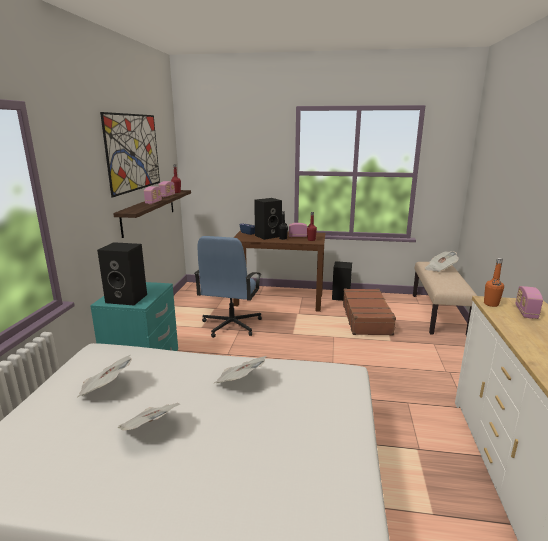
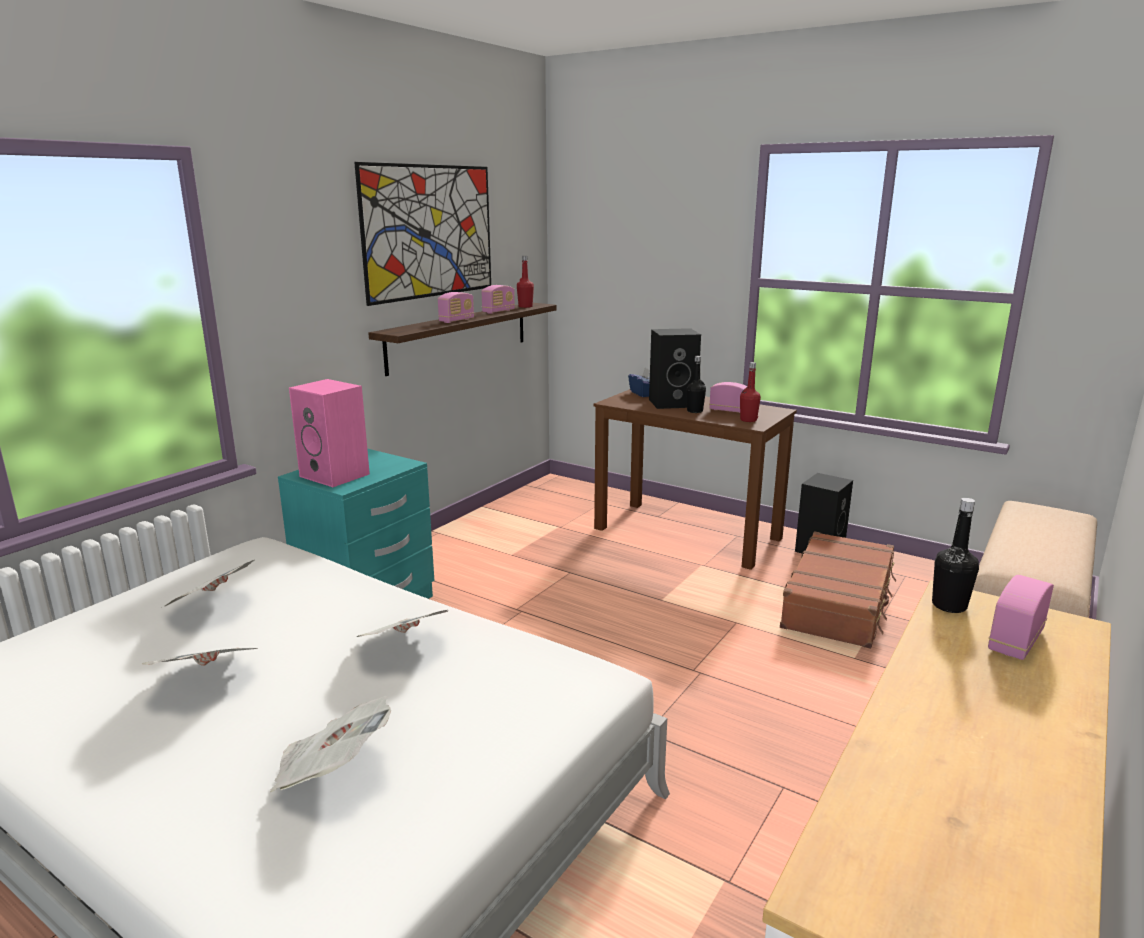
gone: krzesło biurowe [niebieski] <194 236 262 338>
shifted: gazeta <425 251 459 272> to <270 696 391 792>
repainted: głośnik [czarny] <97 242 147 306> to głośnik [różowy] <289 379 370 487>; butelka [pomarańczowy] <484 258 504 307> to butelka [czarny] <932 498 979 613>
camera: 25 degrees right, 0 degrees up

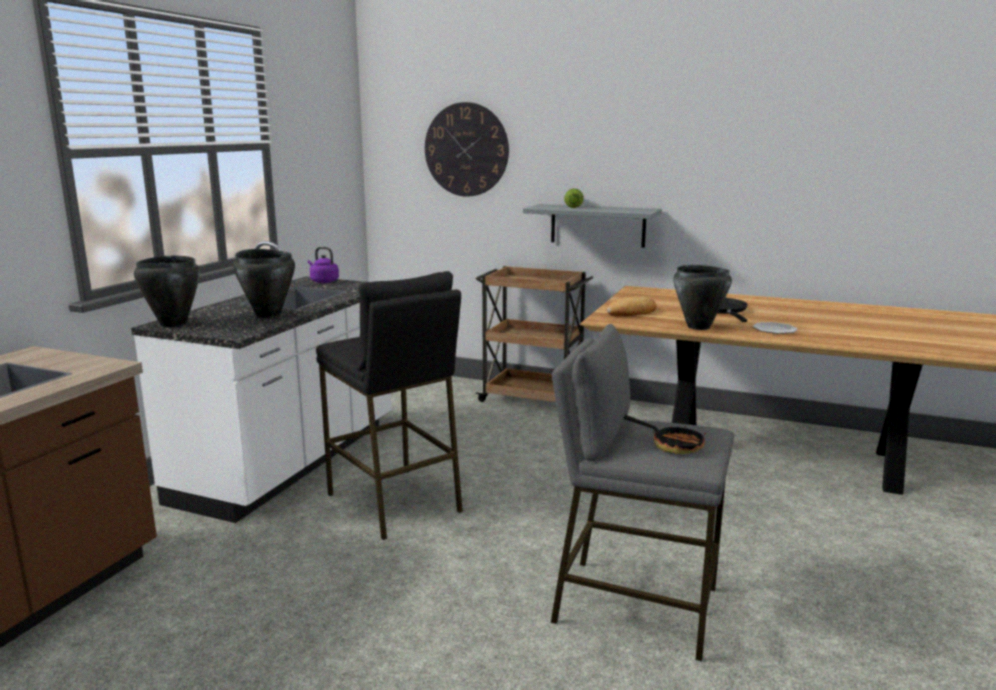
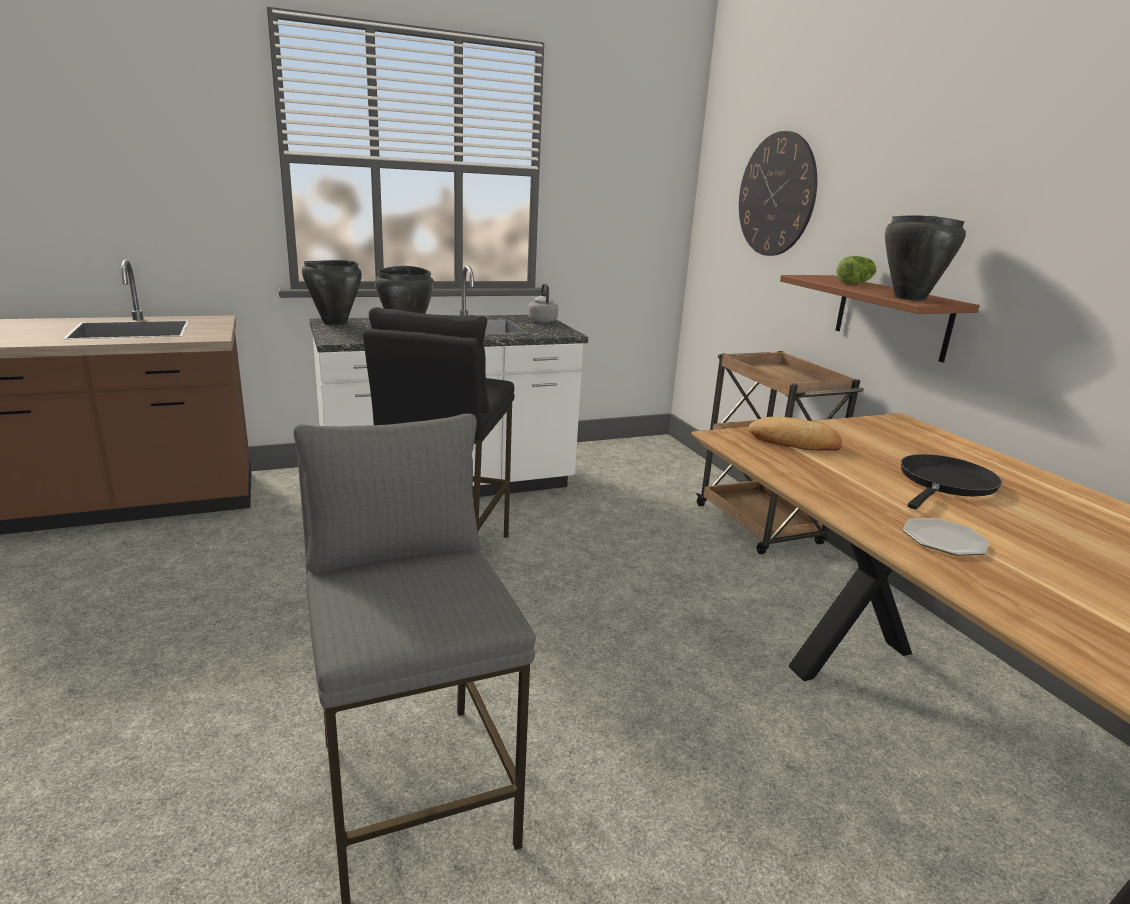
gone: patelnia <623 415 706 454>
shifted: garnek [czarny] <673 265 732 330> to <885 215 966 301>
repainted: czajnik [fioletowy] <308 247 339 283> to czajnik [szary] <528 283 558 323>; półka [szary] <523 204 662 248> to półka [brązowy] <780 275 980 363>
camera: 45 degrees right, 5 degrees up

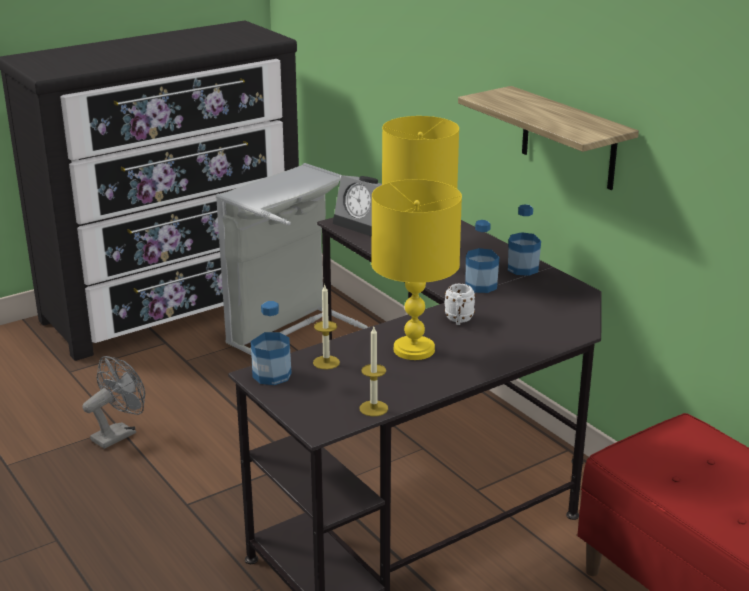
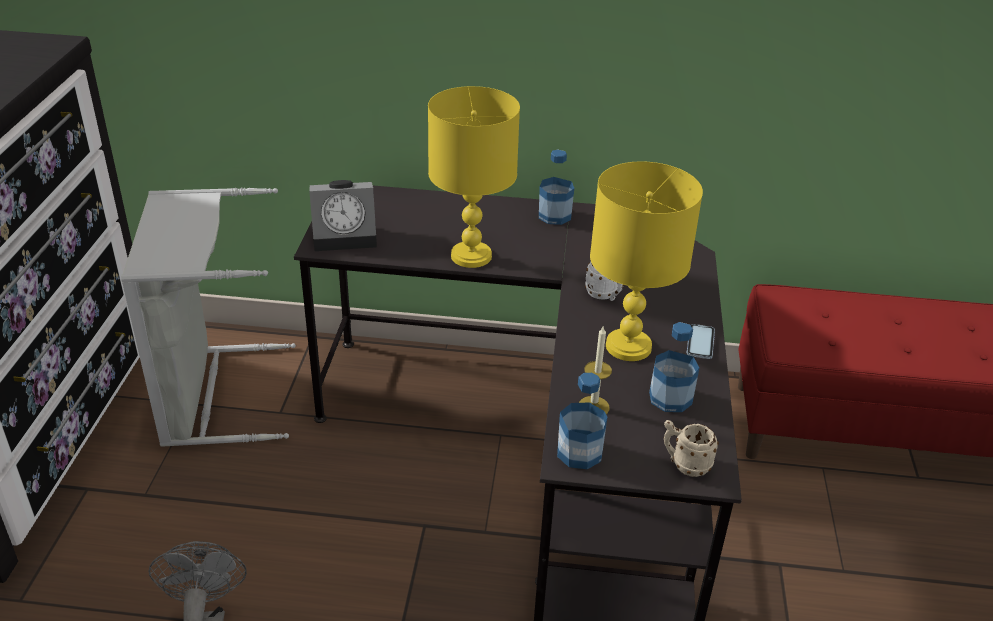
gone: świeca <360 327 388 416>; półka <458 86 639 190>
new: kubek [beżowy] <664 420 719 477>; telefon <687 324 715 359>
shifted: butelka <466 220 499 293> to <649 322 699 412>
camera: 50 degrees left, 10 degrees up

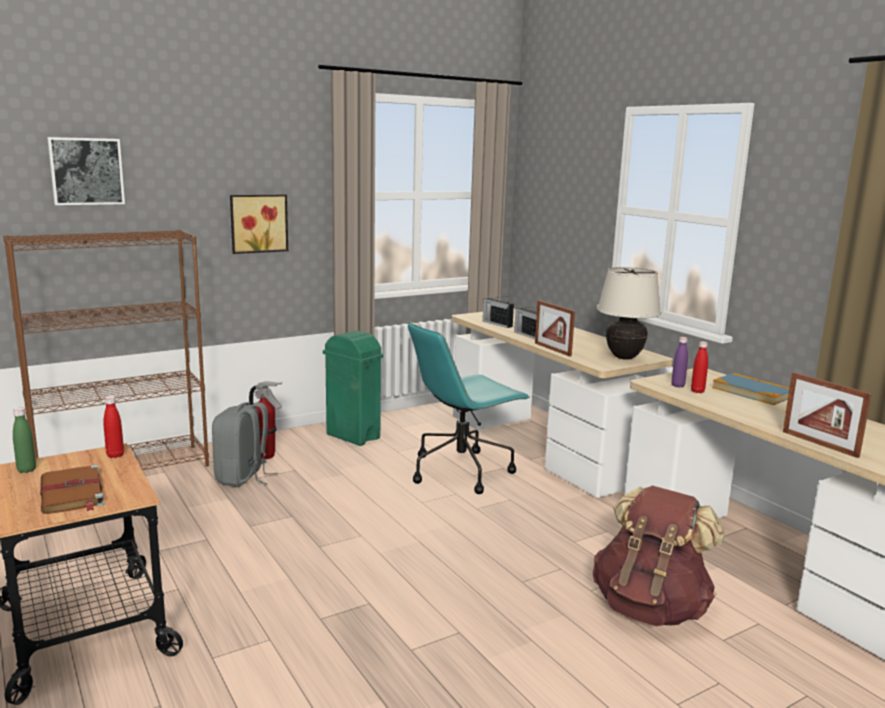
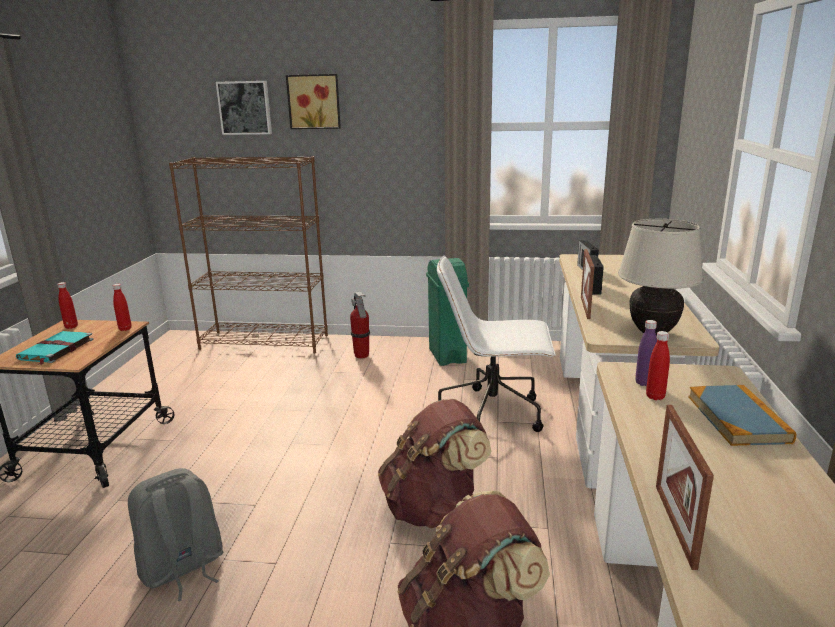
new: plecak [brązowy] <378 399 491 528>
shifted: plecak [szary] <212 402 278 487> to <128 468 224 601>; obraz <230 195 288 254> to <286 74 341 129>
repainted: butelka [zielony] <13 408 36 473> to butelka [czerwony] <57 282 78 329>; książka [brązowy] <40 465 105 514> to książka [turkusowy] <16 331 94 365>; krzesło biurowe [turkusowy] <408 322 530 494> to krzesło biurowe [biały] <437 256 556 432>
camera: 40 degrees right, 5 degrees up

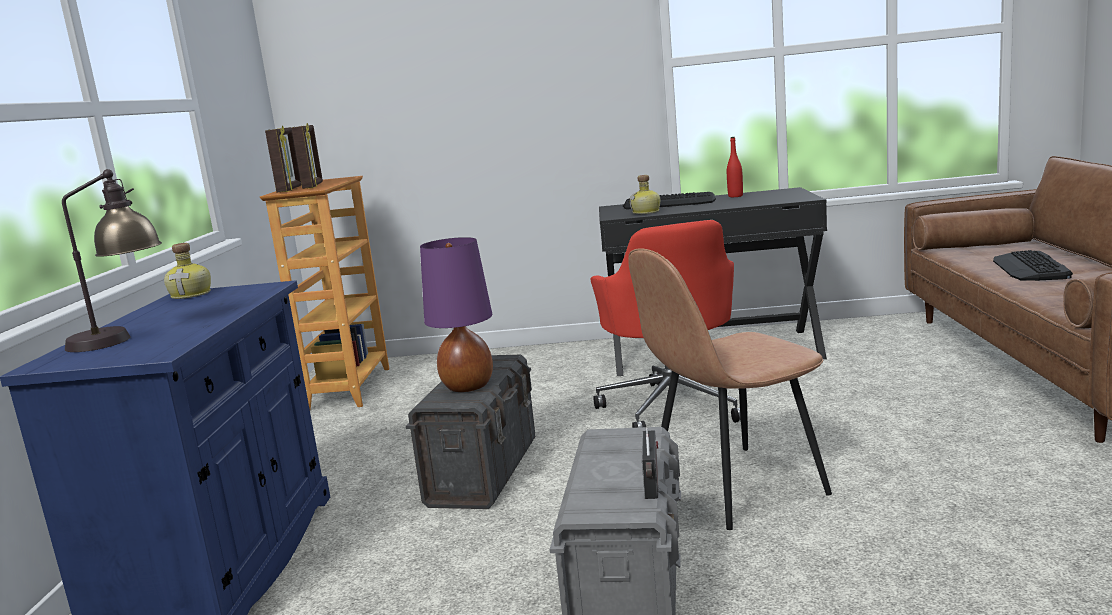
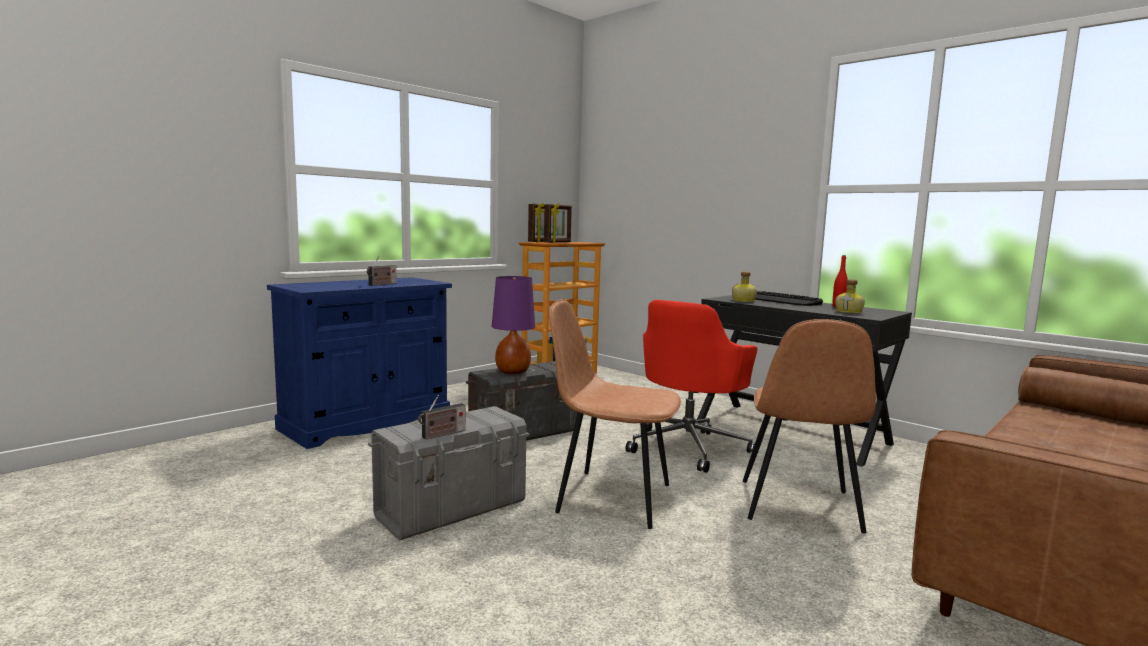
gone: lampa stołowa <62 169 162 352>; klawiatura <993 250 1073 281>
new: radio <367 256 396 286>; krzesło [brązowy] <743 319 876 533>
shifted: butelka <164 243 211 299> to <835 279 865 313>
camera: 40 degrees right, 5 degrees down

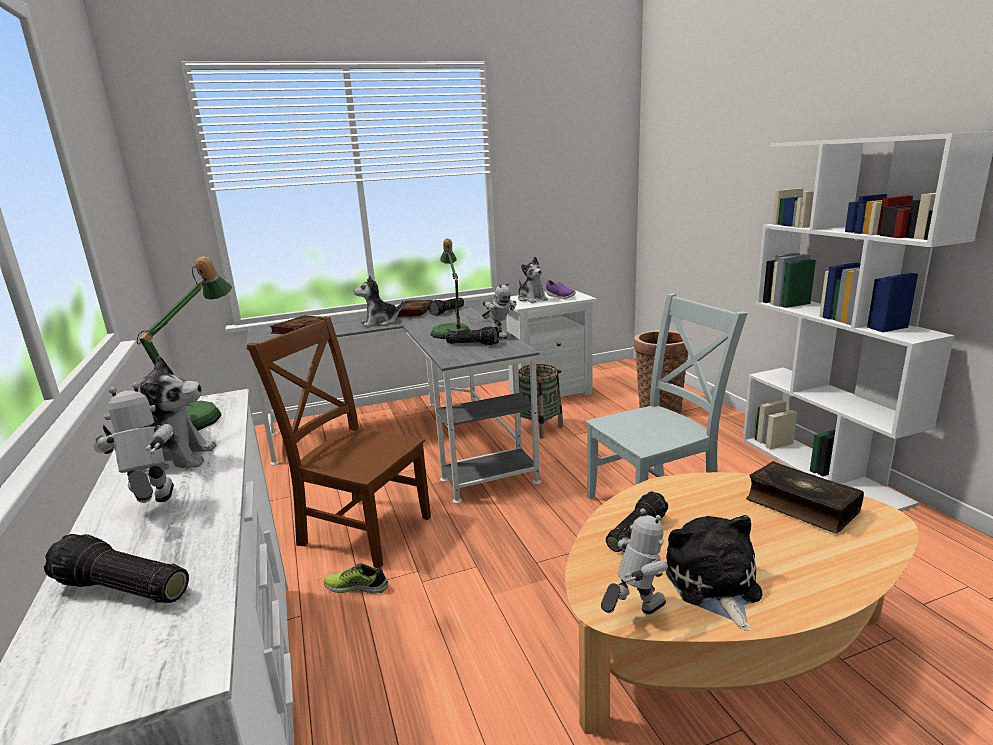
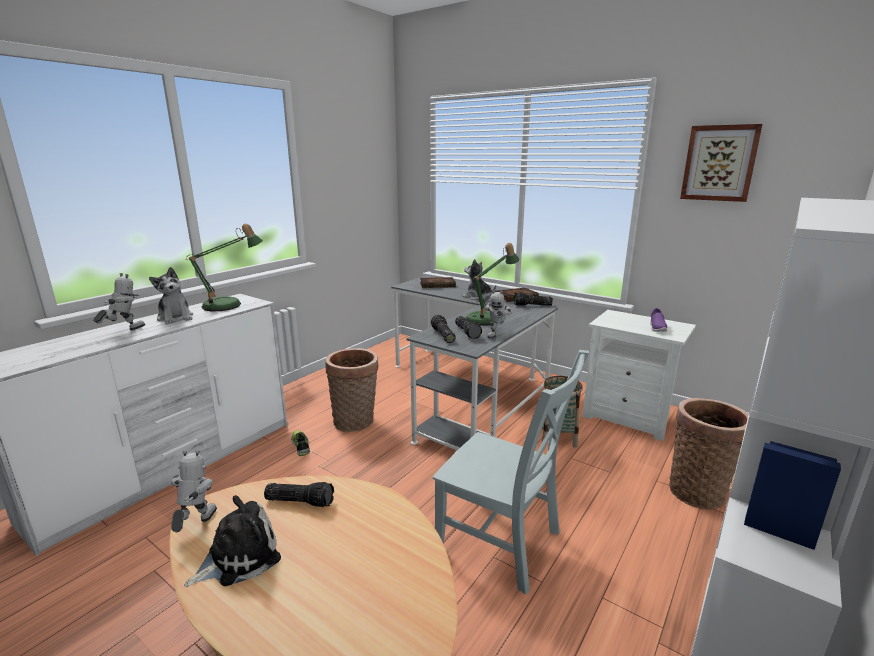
gone: pluszak <518 257 548 303>; książka <746 461 864 533>
new: obraz <680 124 763 202>
shifted: latarka <44 534 189 603> to <431 315 456 343>
swapped: krzesło [brązowy] <247 316 431 568> to koszyk <325 348 379 432>
rotated: robot zabawkowy <601 508 667 614> = <171 450 217 532> 105 degrees counterclockwise
camera: 55 degrees right, 0 degrees up

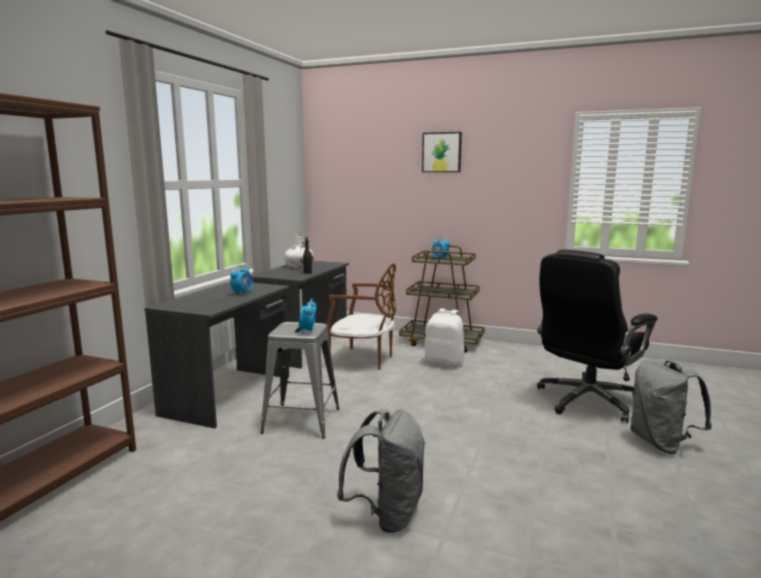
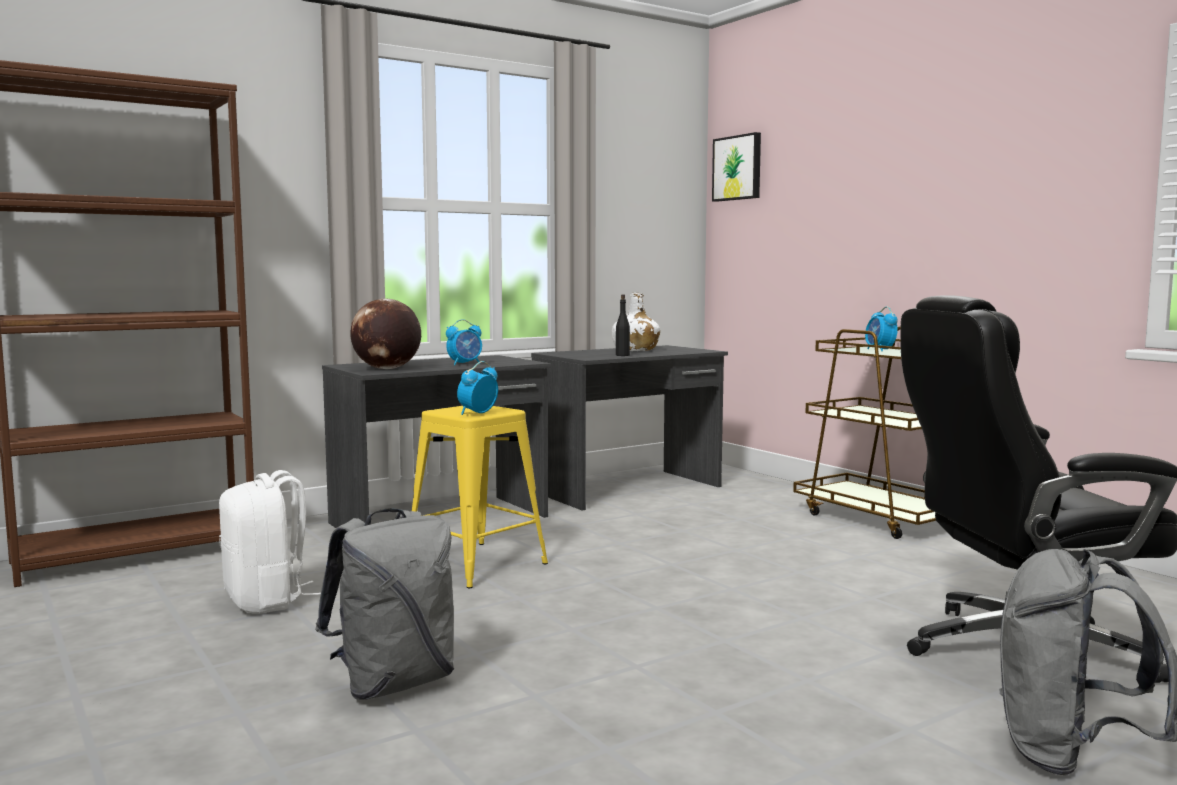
gone: krzesło [brązowy] <326 263 396 370>
new: globus <350 298 421 369>
shifted: obraz <422 132 462 172> to <712 132 761 202>; plecak [biały] <425 308 464 368> to <219 470 321 614>
repainted: stołek [szary] <260 322 340 439> to stołek [żółty] <412 406 548 588>
camera: 35 degrees right, 5 degrees down

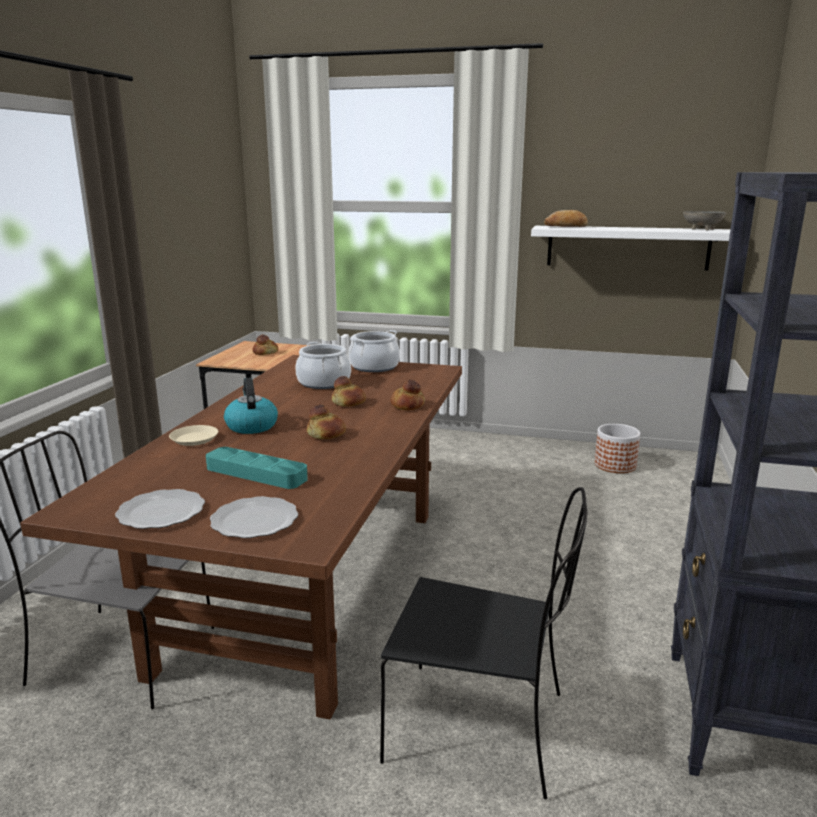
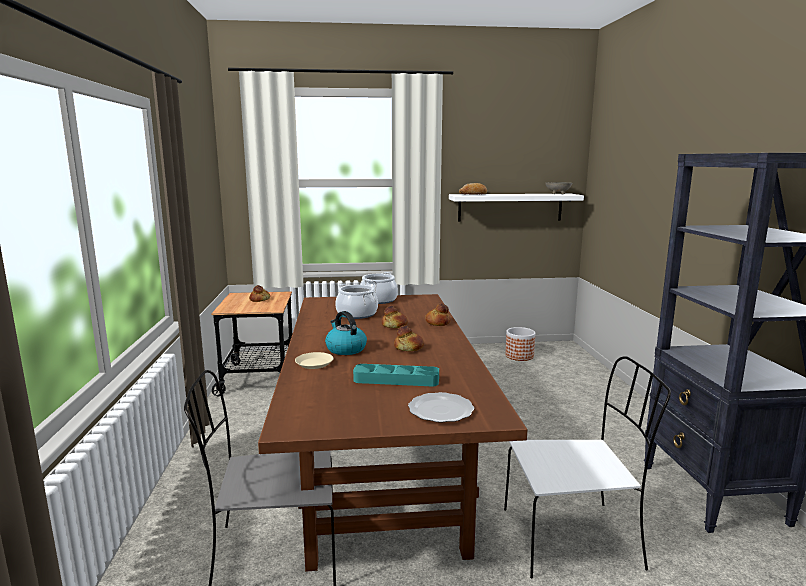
gone: talerz <115 489 205 529>
repainted: krzesło [czarny] <380 487 588 799> to krzesło [biały] <504 356 671 578>
camera: 20 degrees left, 5 degrees down

